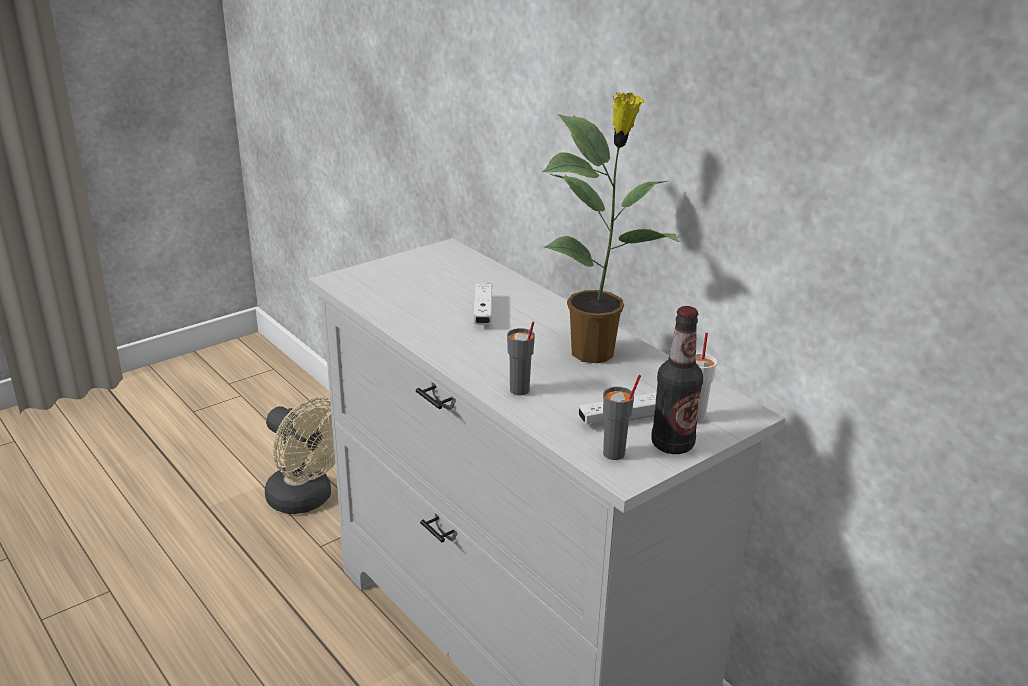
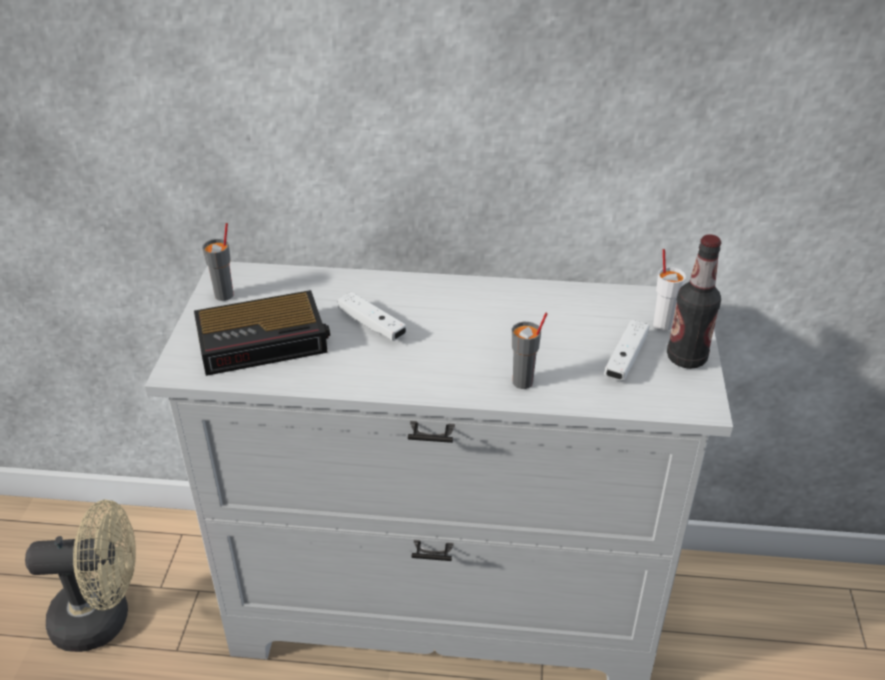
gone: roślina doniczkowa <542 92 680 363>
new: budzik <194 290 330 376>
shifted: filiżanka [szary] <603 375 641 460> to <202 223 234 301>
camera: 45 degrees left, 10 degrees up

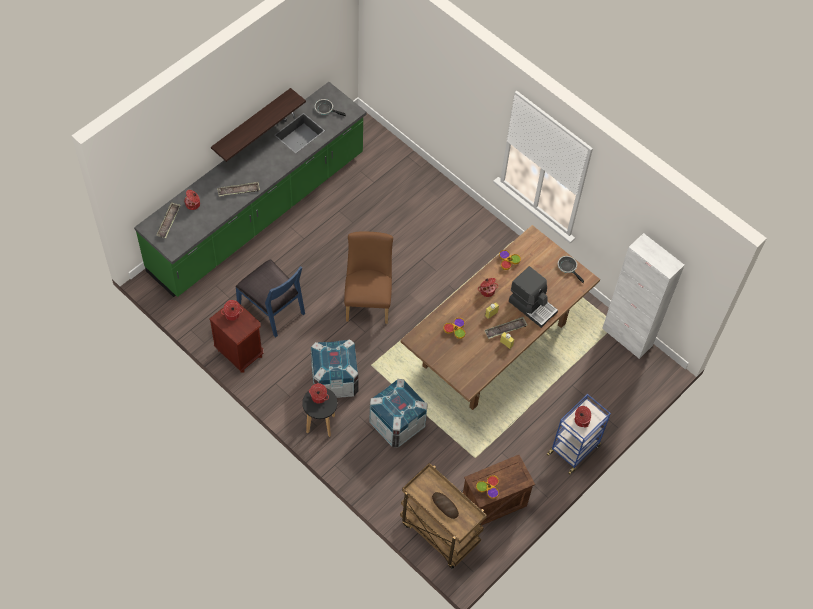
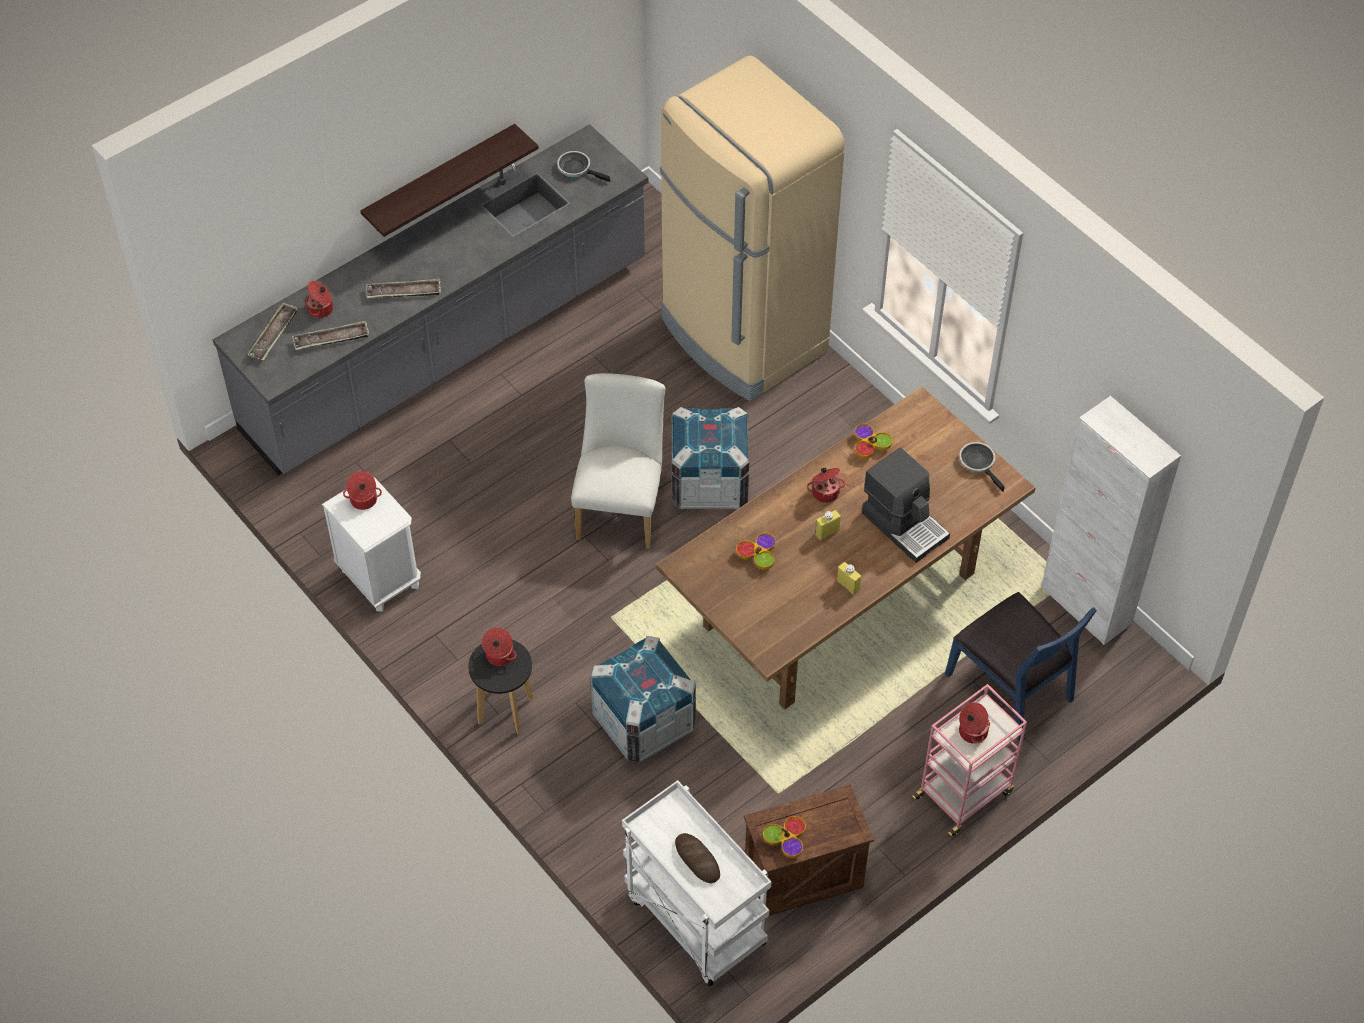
new: lodówka [beżowy] <660 56 845 401>
shifted: krzesło [niebieski] <235 259 305 337> to <945 592 1097 740>; skrzynka <311 339 359 398> to <671 407 749 509>; taca <484 317 527 339> to <292 320 369 350>
repainted: zabudowa kuchenna [zielony] <134 82 367 297> to zabudowa kuchenna [szary] <213 124 648 476>; szafka nocna [brązowy] <209 303 264 372> to szafka nocna [biały] <322 477 421 612>; krzesło [brązowy] <344 231 393 324> to krzesło [biały] <571 373 665 549>; wózek [brązowy] <400 463 487 569> to wózek [biały] <622 780 771 987>; wózek [niebieski] <547 394 611 474> to wózek [różowy] <911 684 1027 838>
camera: 10 degrees right, 5 degrees down

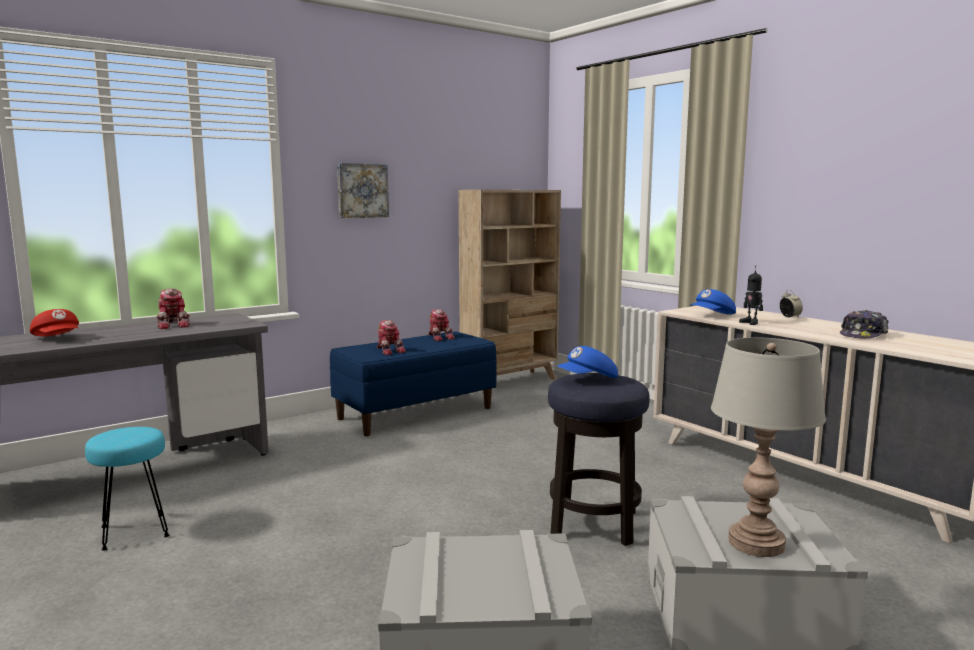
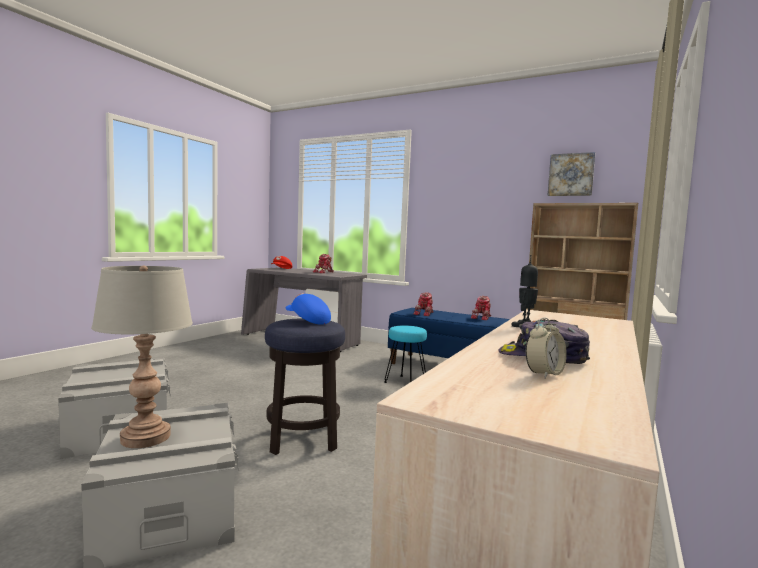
gone: czapka z daszkiem [niebieski] <690 289 736 315>
shifted: stołek [turkusowy] <85 427 170 550> to <384 325 427 383>; obraz <337 163 389 218> to <548 152 595 196>; budzik <780 290 803 318> to <526 317 567 379>
camera: 65 degrees right, 5 degrees down

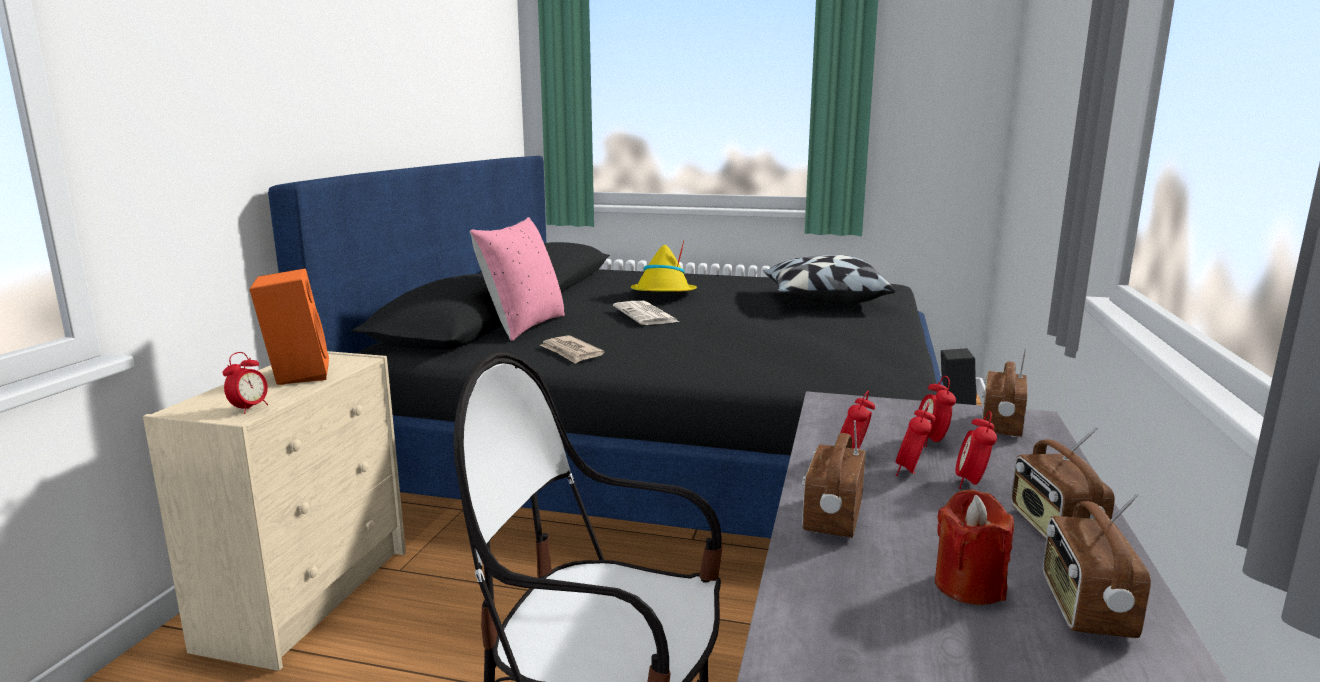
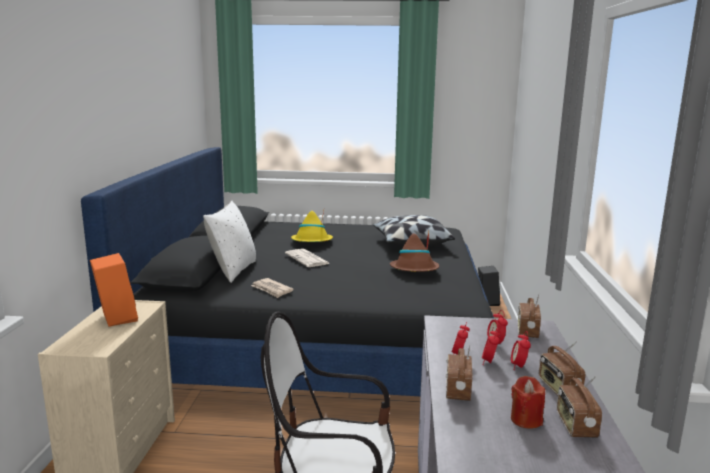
gone: budzik <223 352 268 414>
new: kapelusz [brązowy] <390 231 439 272>
repainted: poduszka [różowy] <470 217 565 341> to poduszka [biały] <203 201 256 283>
camera: 10 degrees left, 0 degrees up

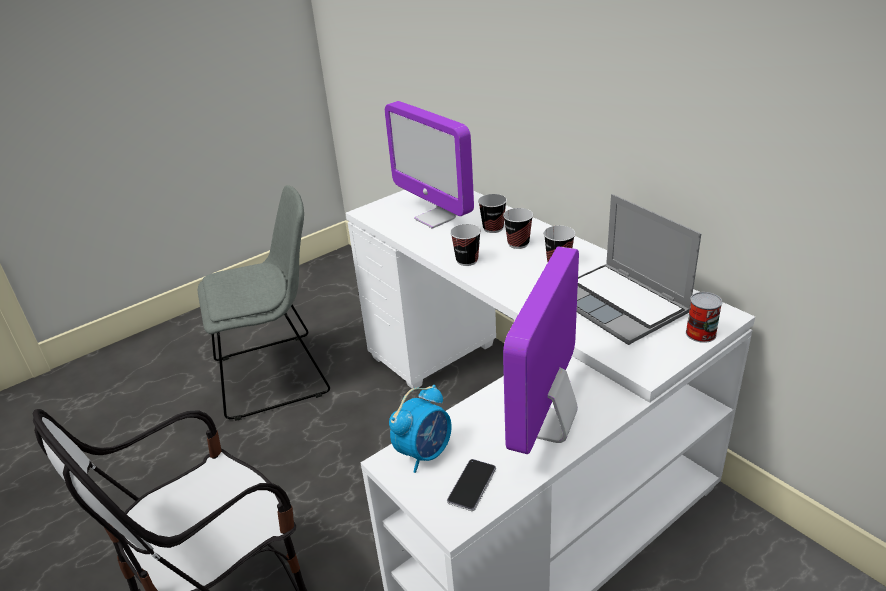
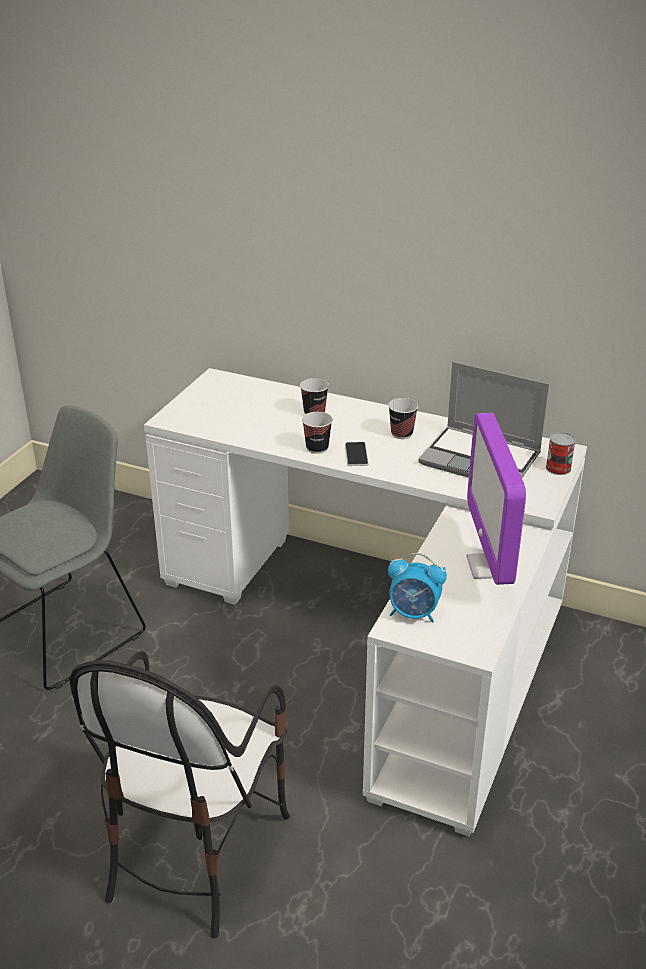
gone: monitor <385 101 474 228>; filiżanka <503 208 533 249>
shifted: telefon <447 459 496 511> to <345 442 369 466>
rotated: budzik <389 385 451 473> = <388 553 447 623> 90 degrees clockwise
camera: 30 degrees left, 0 degrees up

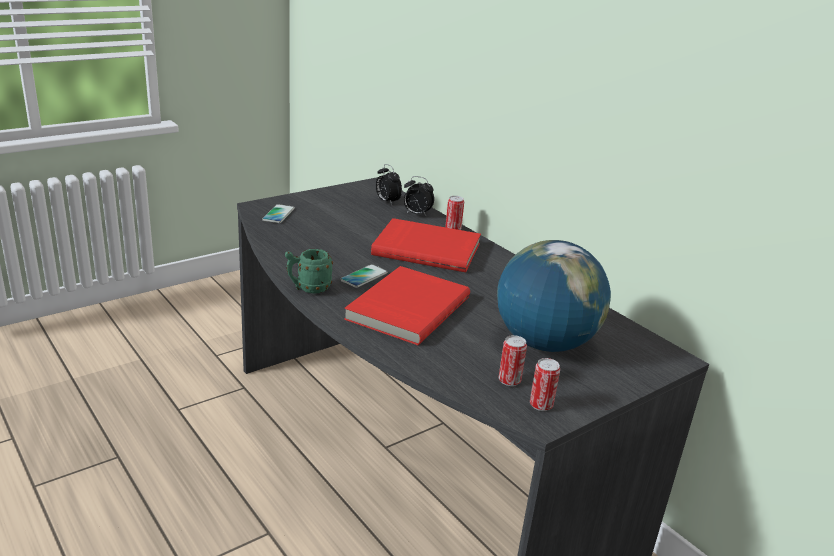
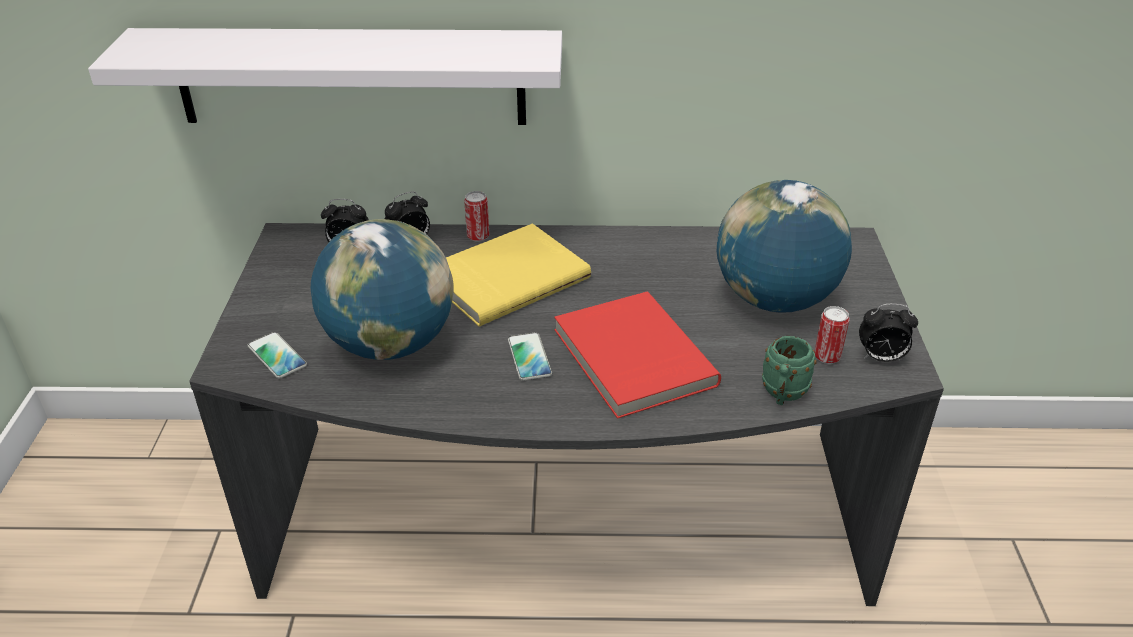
new: półka [biały] <88 28 562 125>; globus <311 219 454 360>
shifted: kubek [zielony] <285 249 333 294> to <762 336 817 405>
swapped: puszka <530 358 560 411> to budzik <859 304 918 362>
repainted: książka [czerwony] <371 218 481 272> to książka [żółty] <446 223 591 327>
camera: 50 degrees left, 10 degrees up

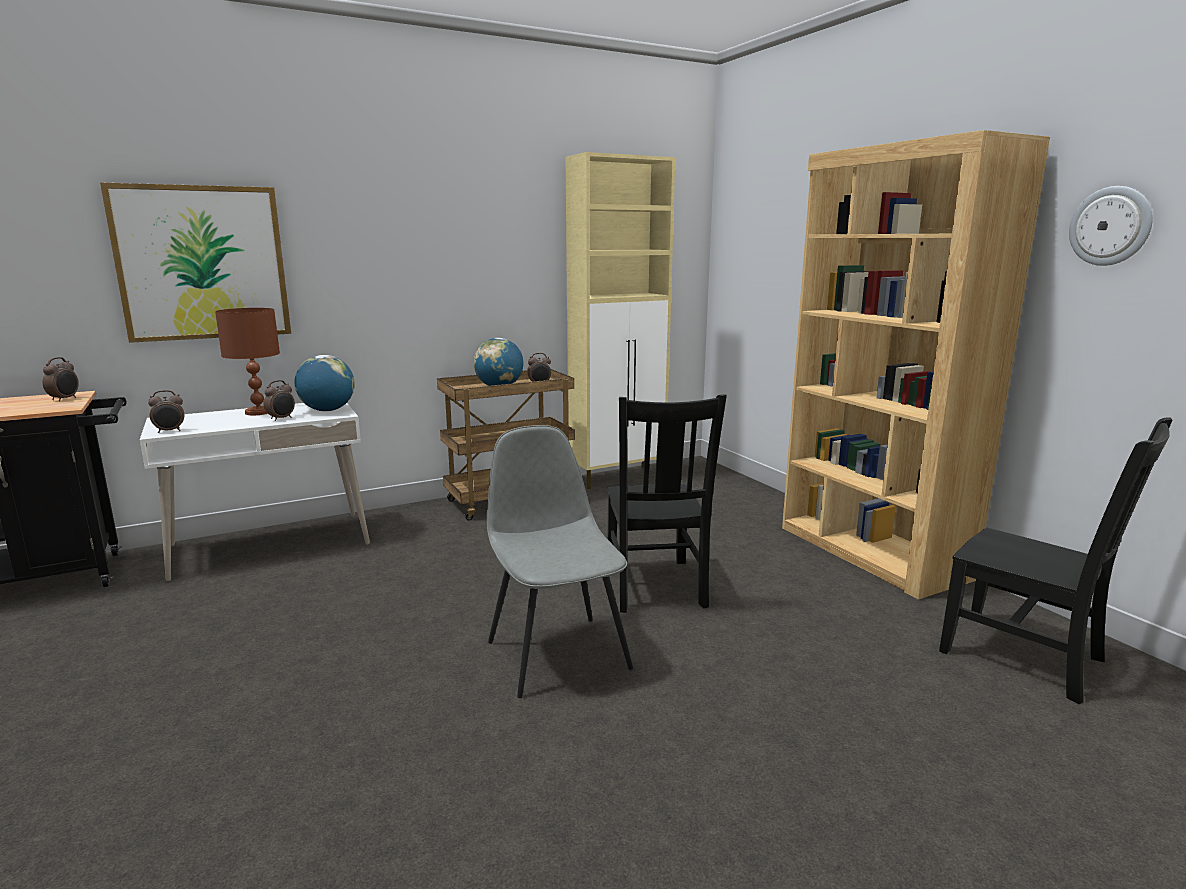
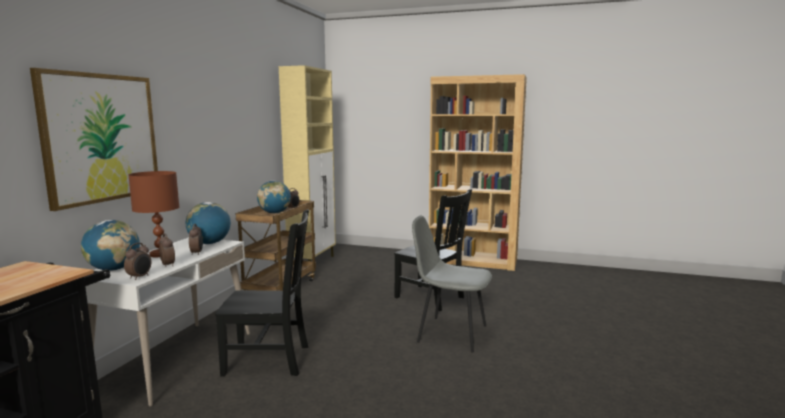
gone: zegar ścienny <1069 186 1153 266>
new: globus <81 220 140 271>
shifted: budzik <43 357 79 401> to <159 233 175 267>; krzesło [czarny] <939 417 1173 704> to <215 209 309 376>
camera: 45 degrees left, 5 degrees down

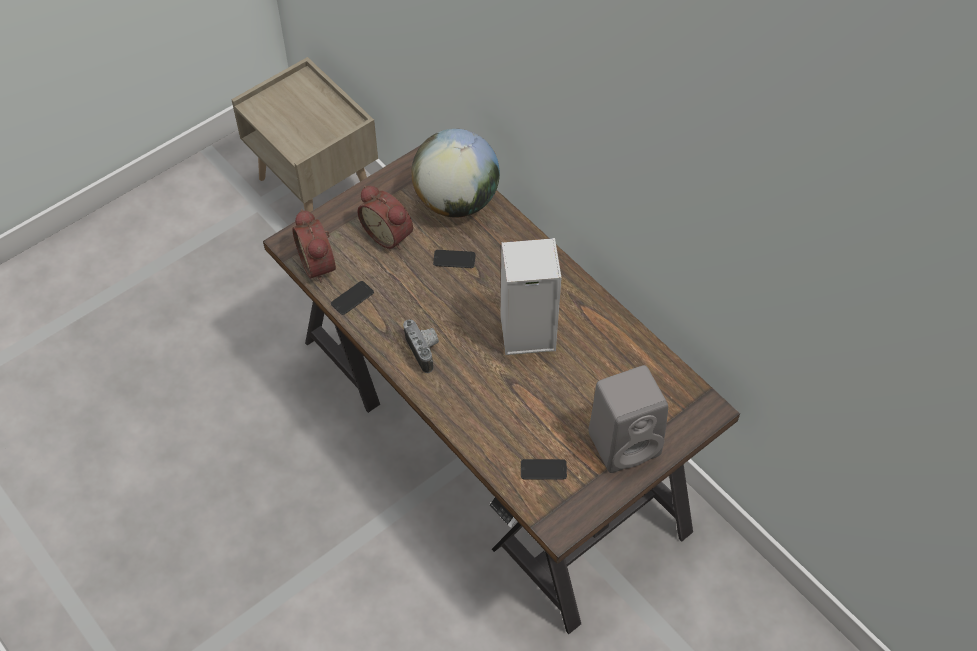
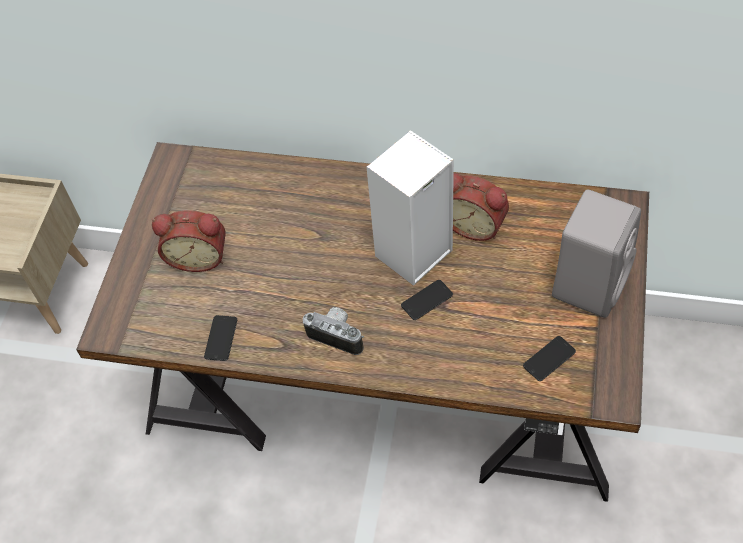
gone: globus <411 129 500 218>
shifted: budzik <292 209 336 282> to <453 173 509 241>; telefon <433 250 476 268> to <401 280 453 320>
camera: 35 degrees left, 0 degrees up

